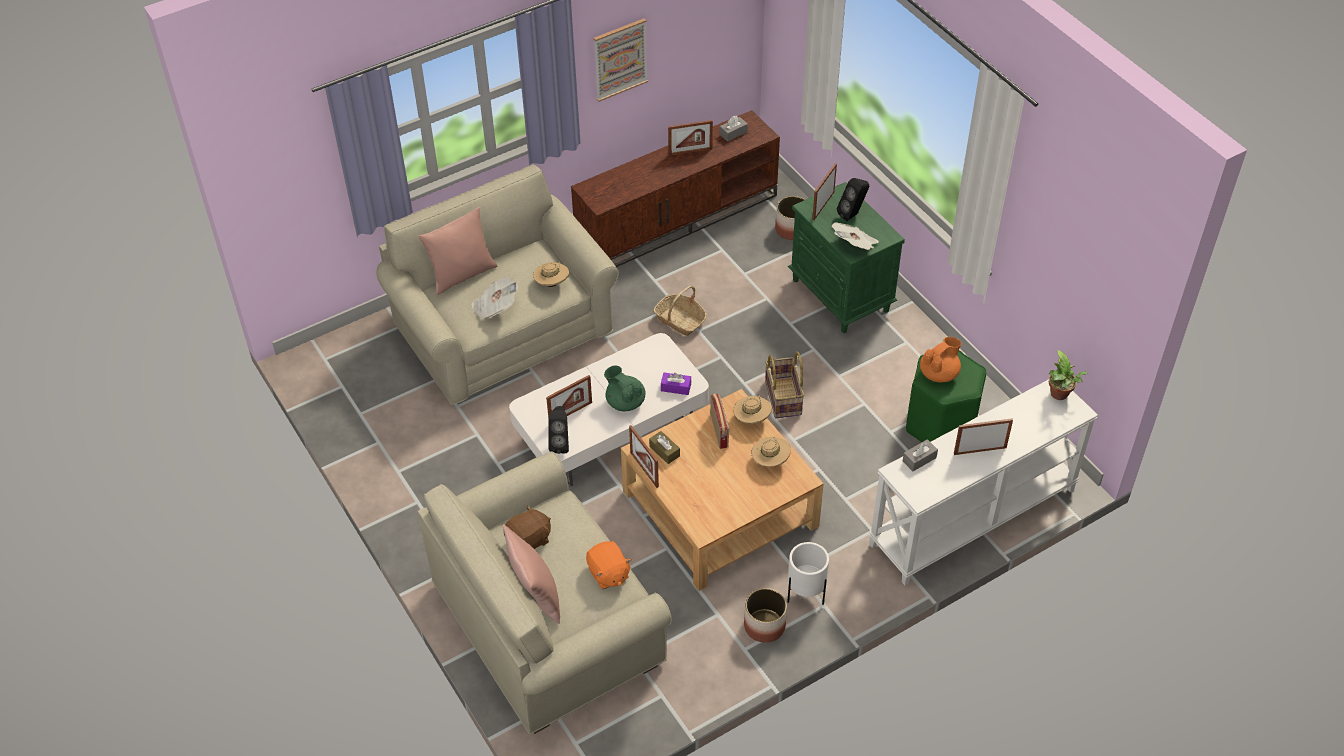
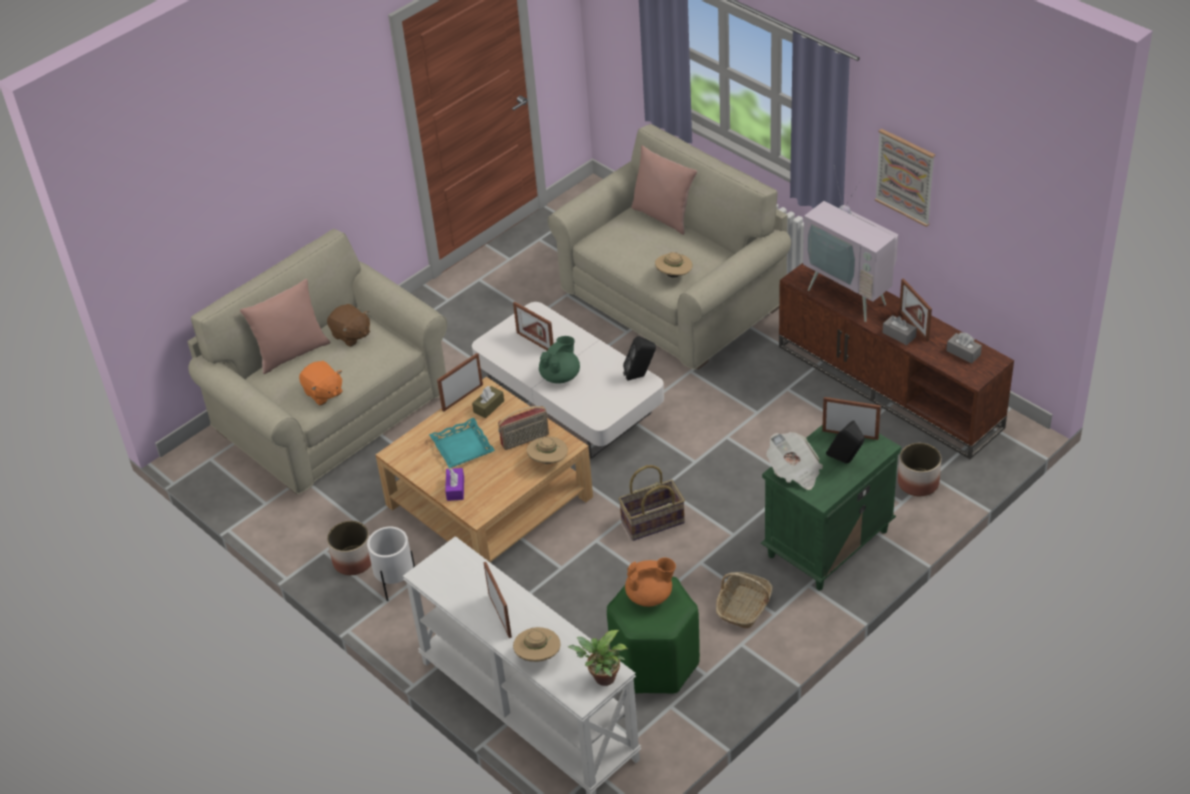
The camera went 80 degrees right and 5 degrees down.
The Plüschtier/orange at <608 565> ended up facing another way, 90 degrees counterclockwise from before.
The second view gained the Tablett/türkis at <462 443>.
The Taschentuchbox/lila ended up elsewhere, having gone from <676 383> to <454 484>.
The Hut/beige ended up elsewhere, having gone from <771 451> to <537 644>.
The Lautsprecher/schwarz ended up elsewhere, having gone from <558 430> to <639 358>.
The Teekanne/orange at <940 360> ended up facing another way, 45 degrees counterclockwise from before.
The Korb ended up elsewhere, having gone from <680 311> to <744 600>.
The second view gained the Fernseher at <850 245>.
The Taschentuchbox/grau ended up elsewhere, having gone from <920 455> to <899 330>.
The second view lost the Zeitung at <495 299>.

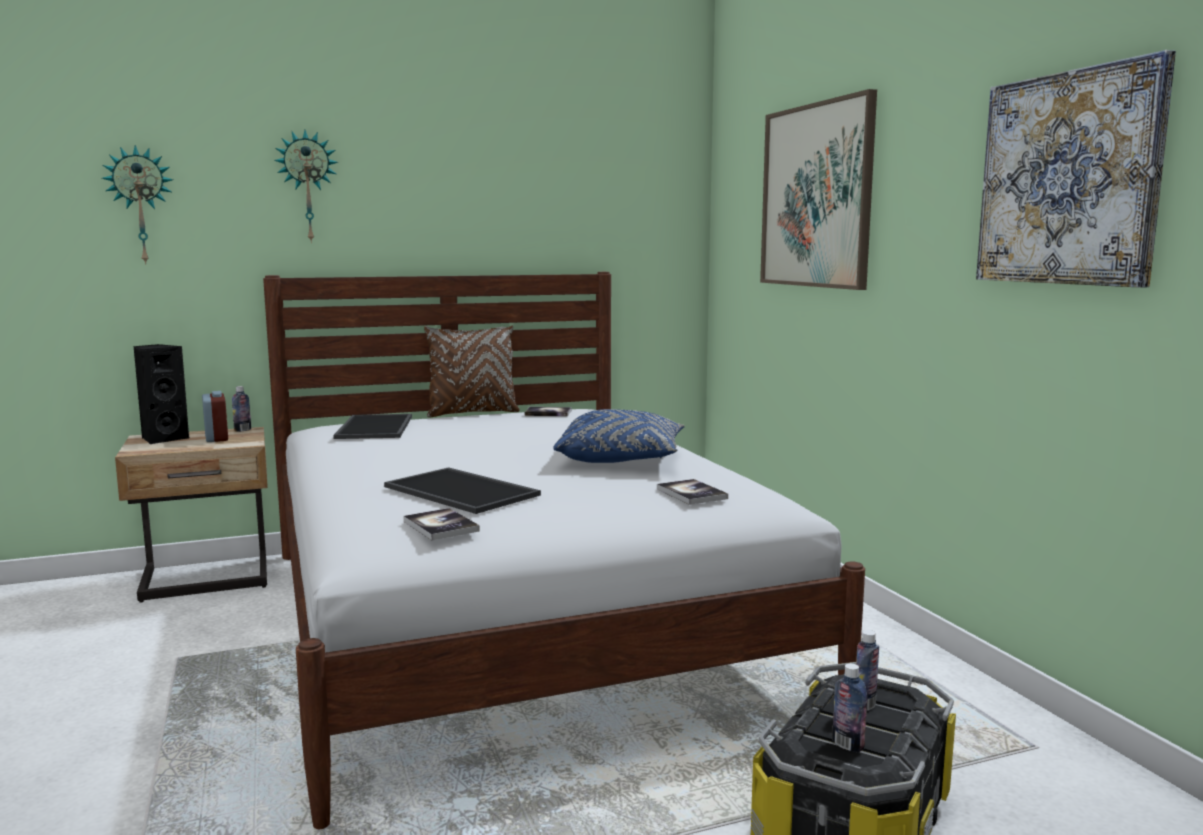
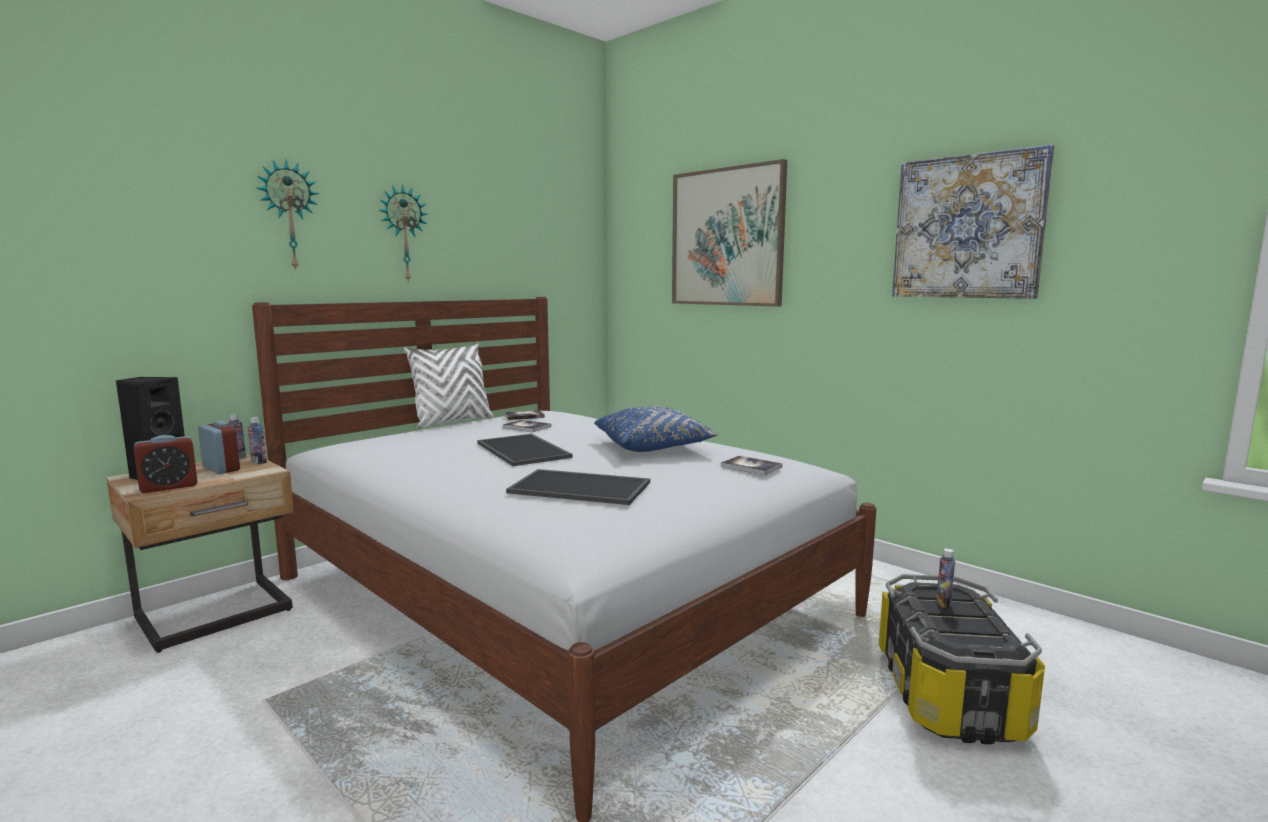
The camera went 25 degrees left and 0 degrees up.
The second view gained the Wecker at <166 464>.
The Flasche ended up elsewhere, having gone from <849 708> to <257 440>.
The Wanduhr ended up elsewhere, having gone from <137 205> to <403 233>.
What was the Kissen/braun at <472 371> turned into the Kissen/weiß at <449 386>.
The Tablett ended up elsewhere, having gone from <372 426> to <525 450>.
The Buch ended up elsewhere, having gone from <442 524> to <527 426>.

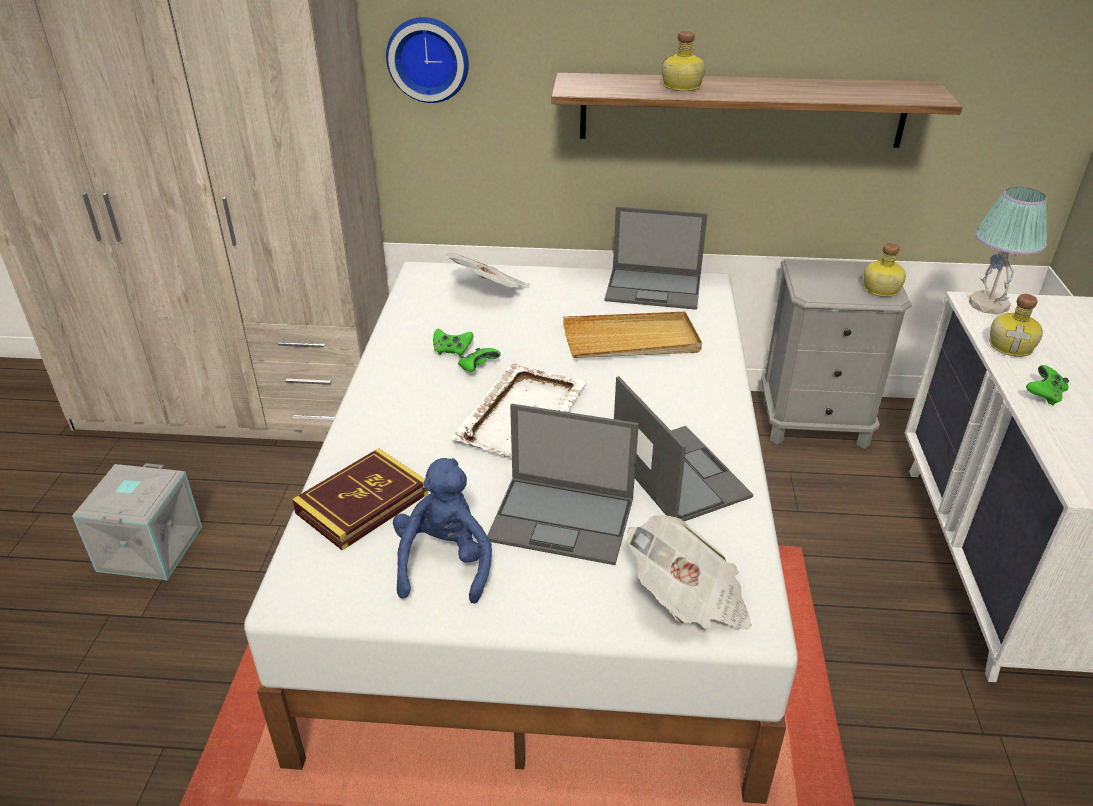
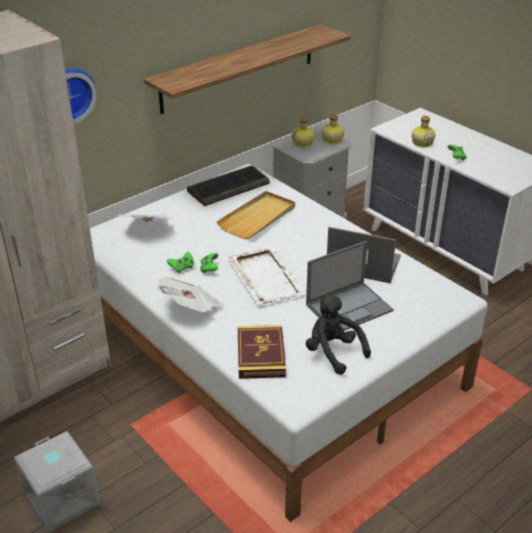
The camera went 45 degrees left and 0 degrees up.
The Zeitung ended up elsewhere, having gone from <689 572> to <190 295>.
Where the Laptop stood at <656 258>, the Tastatur came to stand at <228 185>.
The Flasche ended up elsewhere, having gone from <683 61> to <303 132>.
What was the Plüschtier/blau at <442 531> turned into the Plüschtier/schwarz at <338 335>.
The second view lost the Tischlampe at <1008 251>.

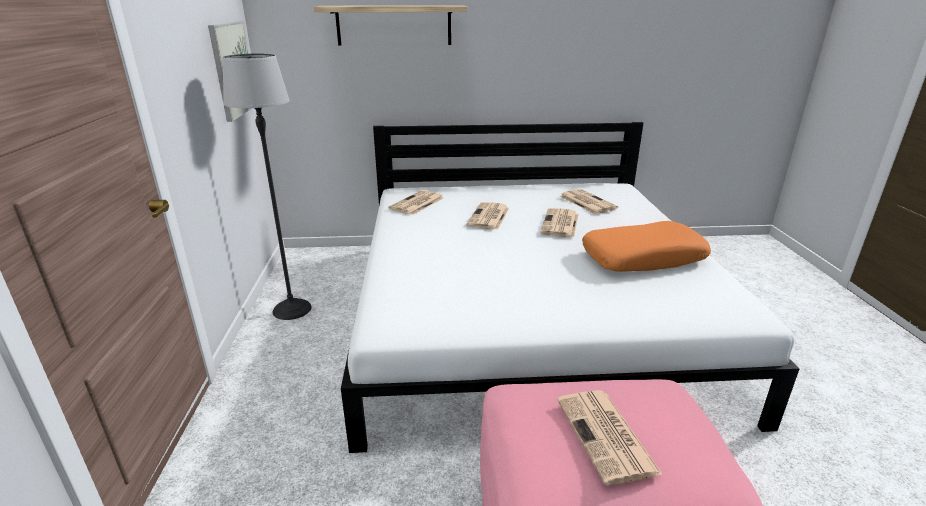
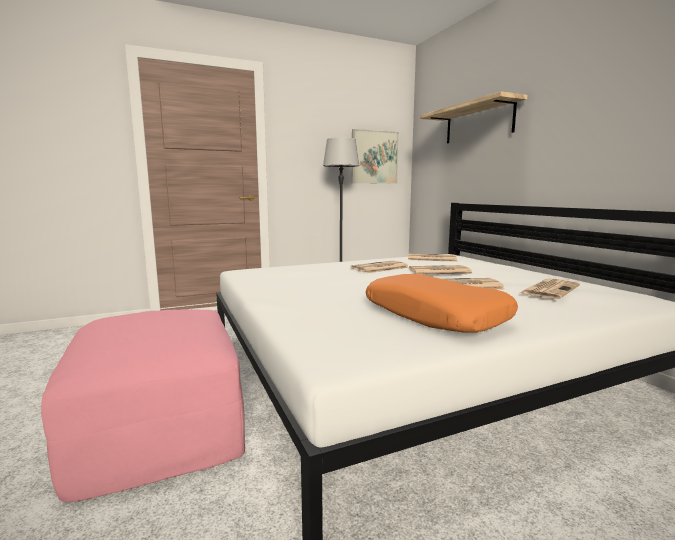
The camera went 70 degrees right and 15 degrees down.
The Zeitung ended up elsewhere, having gone from <610 437> to <379 266>.

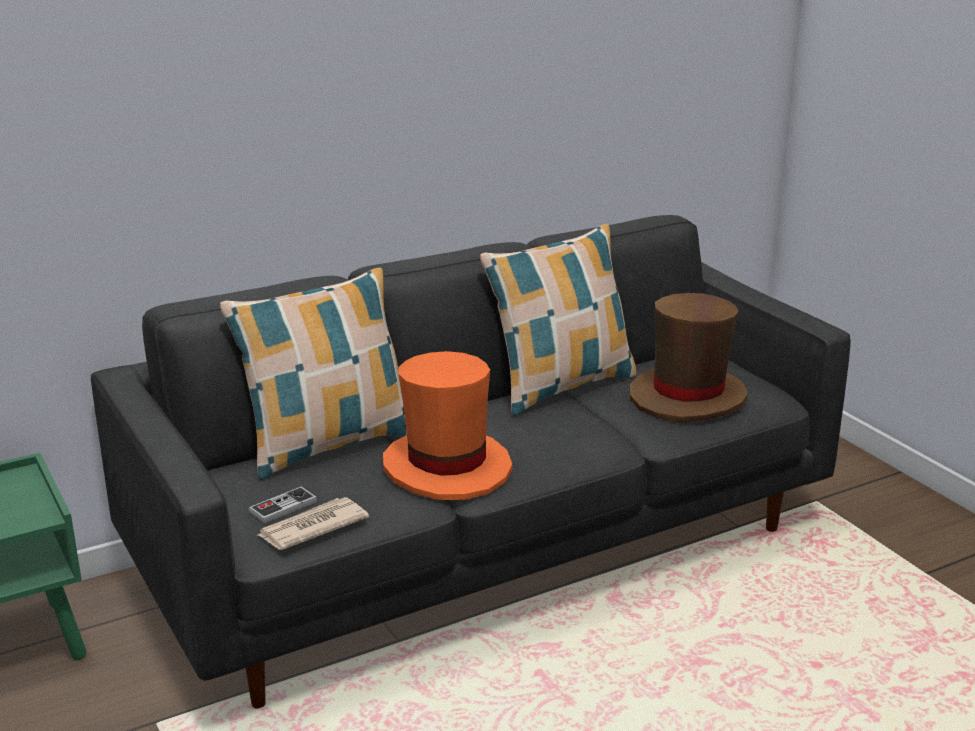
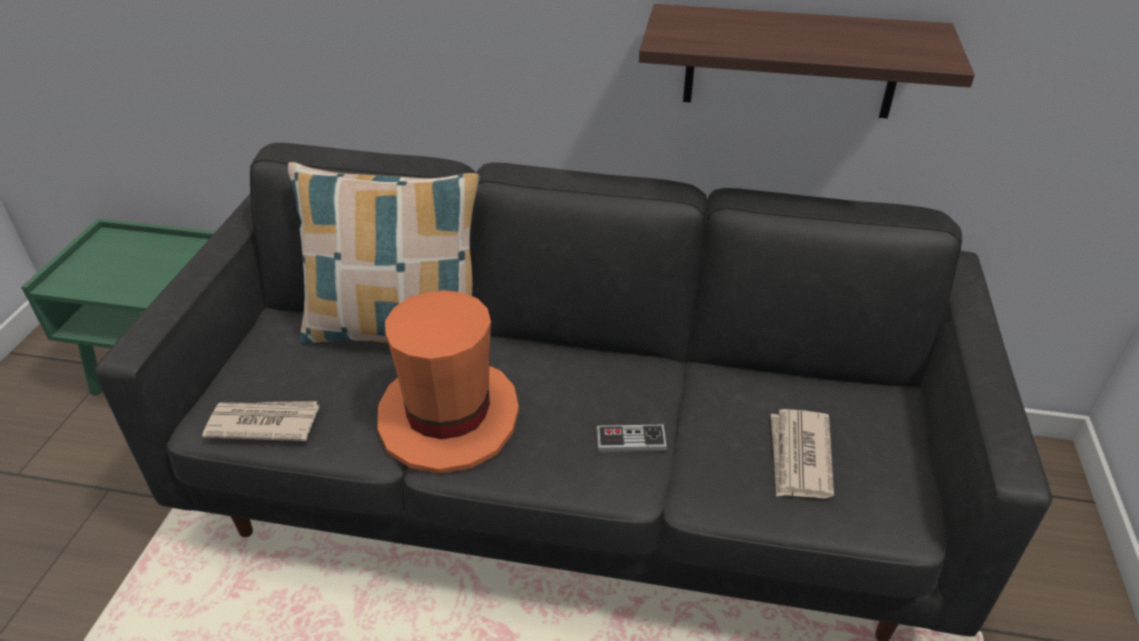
The camera went 40 degrees right and 15 degrees up.
The Gamepad ended up elsewhere, having gone from <283 504> to <631 438>.
The second view gained the Wandregal at <807 61>.
Where the Hut/braun stood at <689 357>, the Zeitung came to stand at <802 453>.
The second view lost the Kissen at <558 320>.

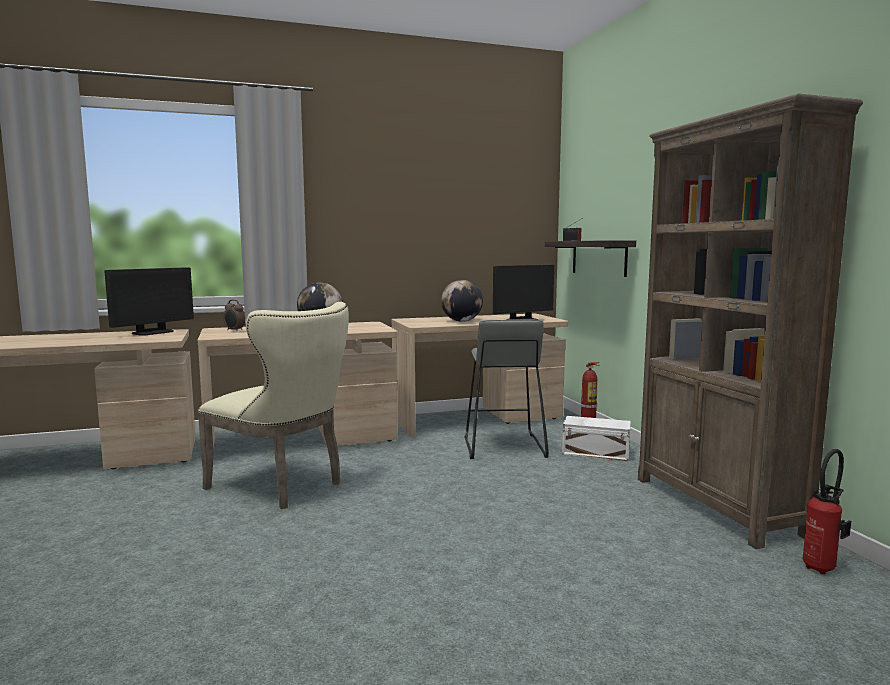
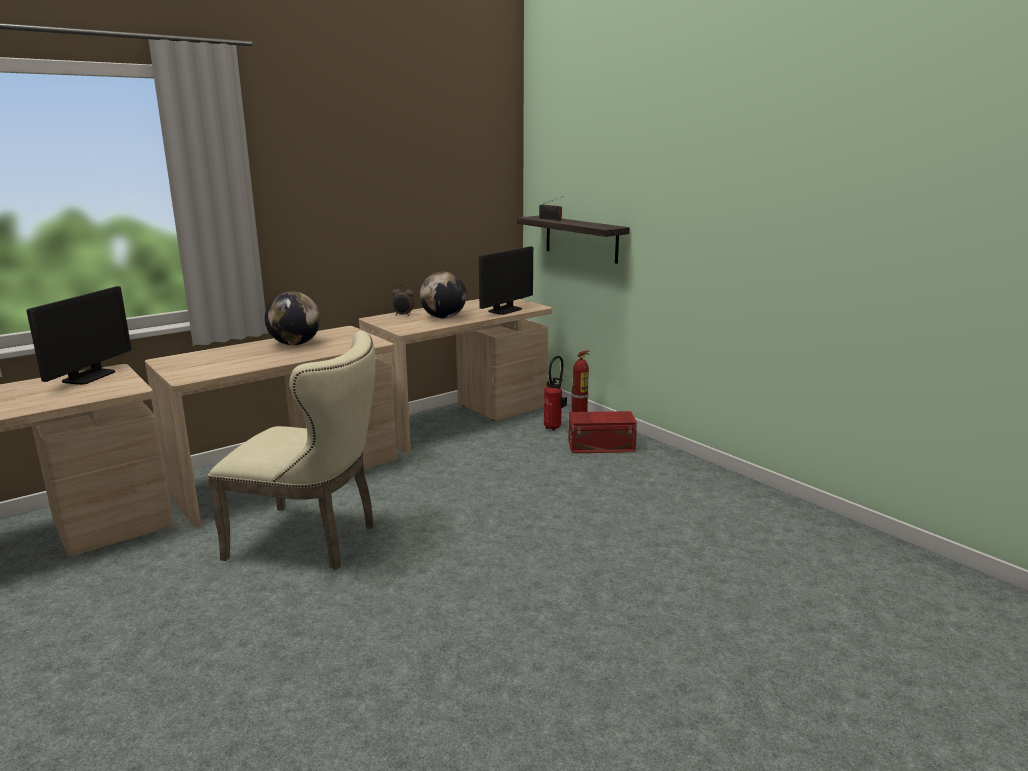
The camera went 20 degrees left and 10 degrees up.
The Wecker ended up elsewhere, having gone from <234 316> to <403 300>.
The Feuerlöscher ended up elsewhere, having gone from <827 511> to <555 393>.
What was the Aufbewahrungsbox/weiß at <596 438> turned into the Aufbewahrungsbox/rot at <602 432>.
The second view lost the Hocker/grau at <507 389>.
The second view lost the Bücherregal/braun at <750 321>.

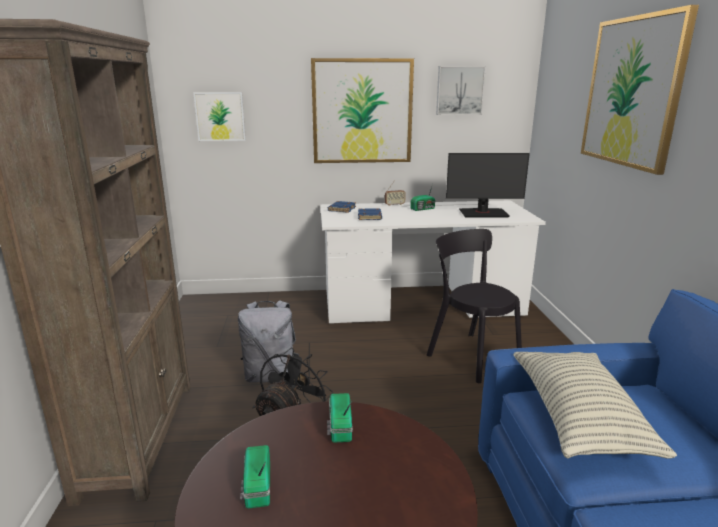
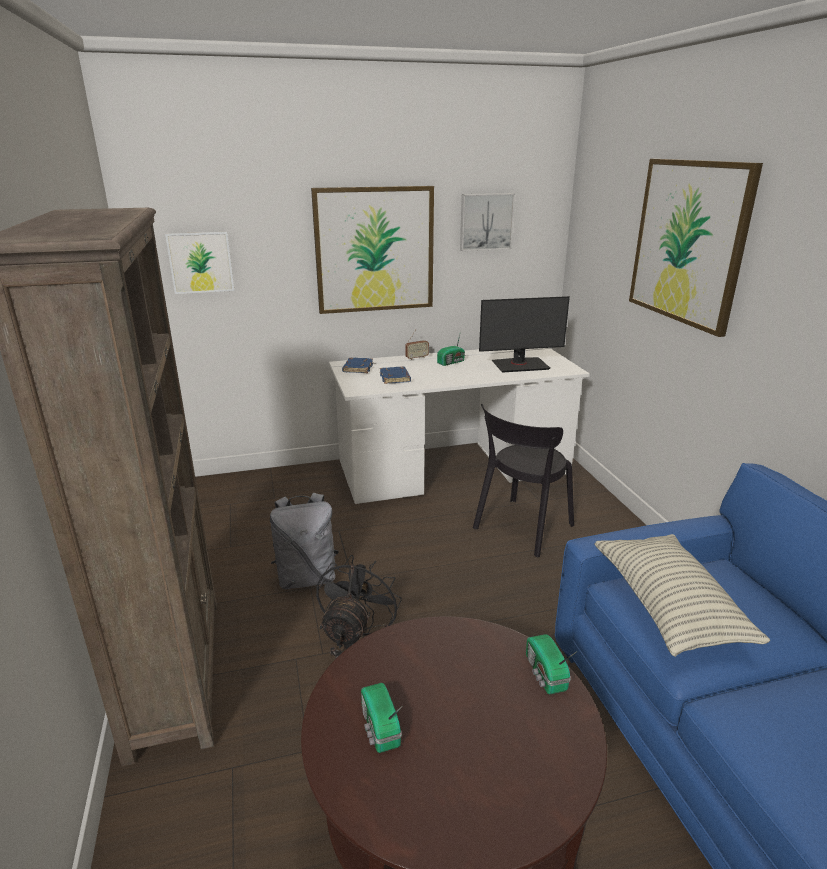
The camera went 10 degrees left and 5 degrees up.
The Stuhl/schwarz at <474 306> ended up facing another way, 90 degrees counterclockwise from before.
The Radio ended up elsewhere, having gone from <340 418> to <551 664>.

